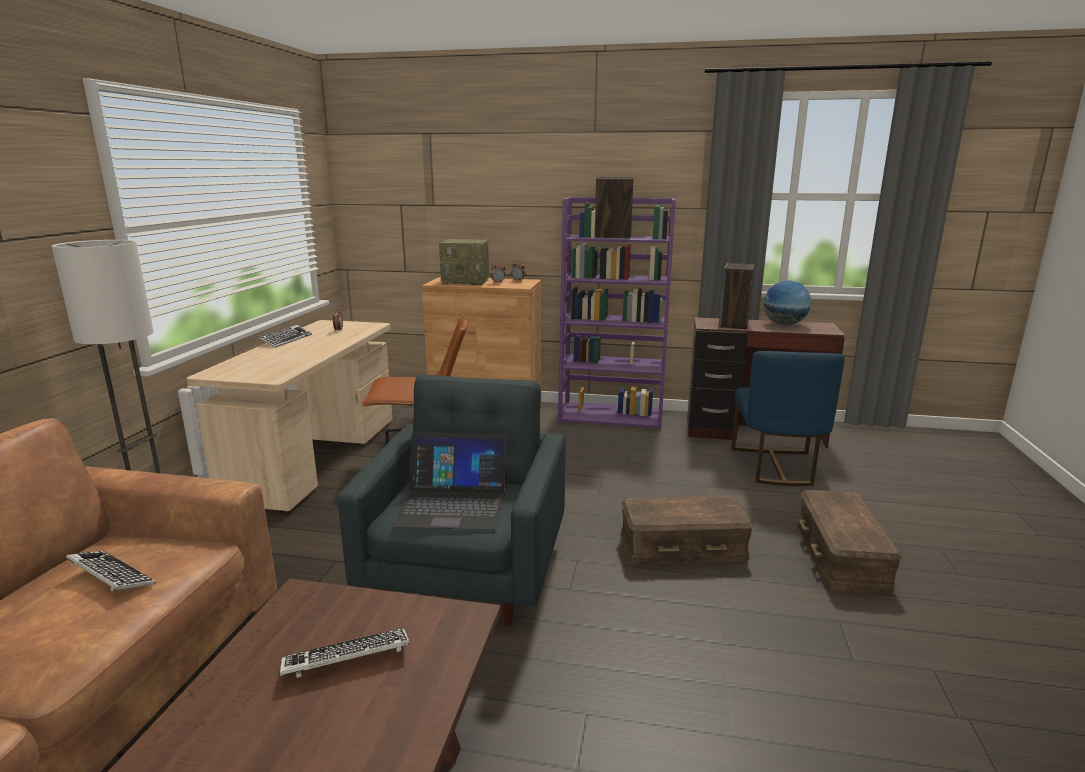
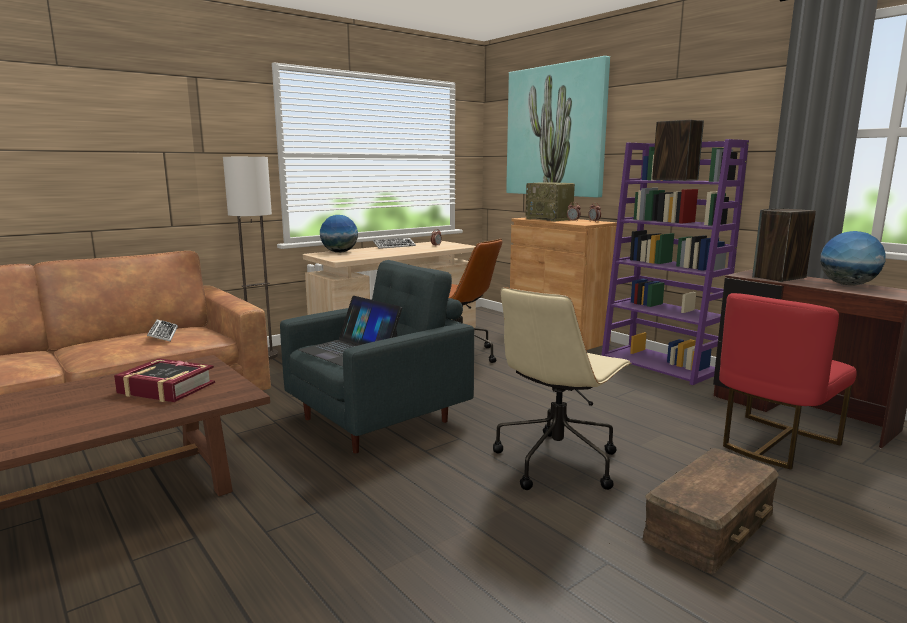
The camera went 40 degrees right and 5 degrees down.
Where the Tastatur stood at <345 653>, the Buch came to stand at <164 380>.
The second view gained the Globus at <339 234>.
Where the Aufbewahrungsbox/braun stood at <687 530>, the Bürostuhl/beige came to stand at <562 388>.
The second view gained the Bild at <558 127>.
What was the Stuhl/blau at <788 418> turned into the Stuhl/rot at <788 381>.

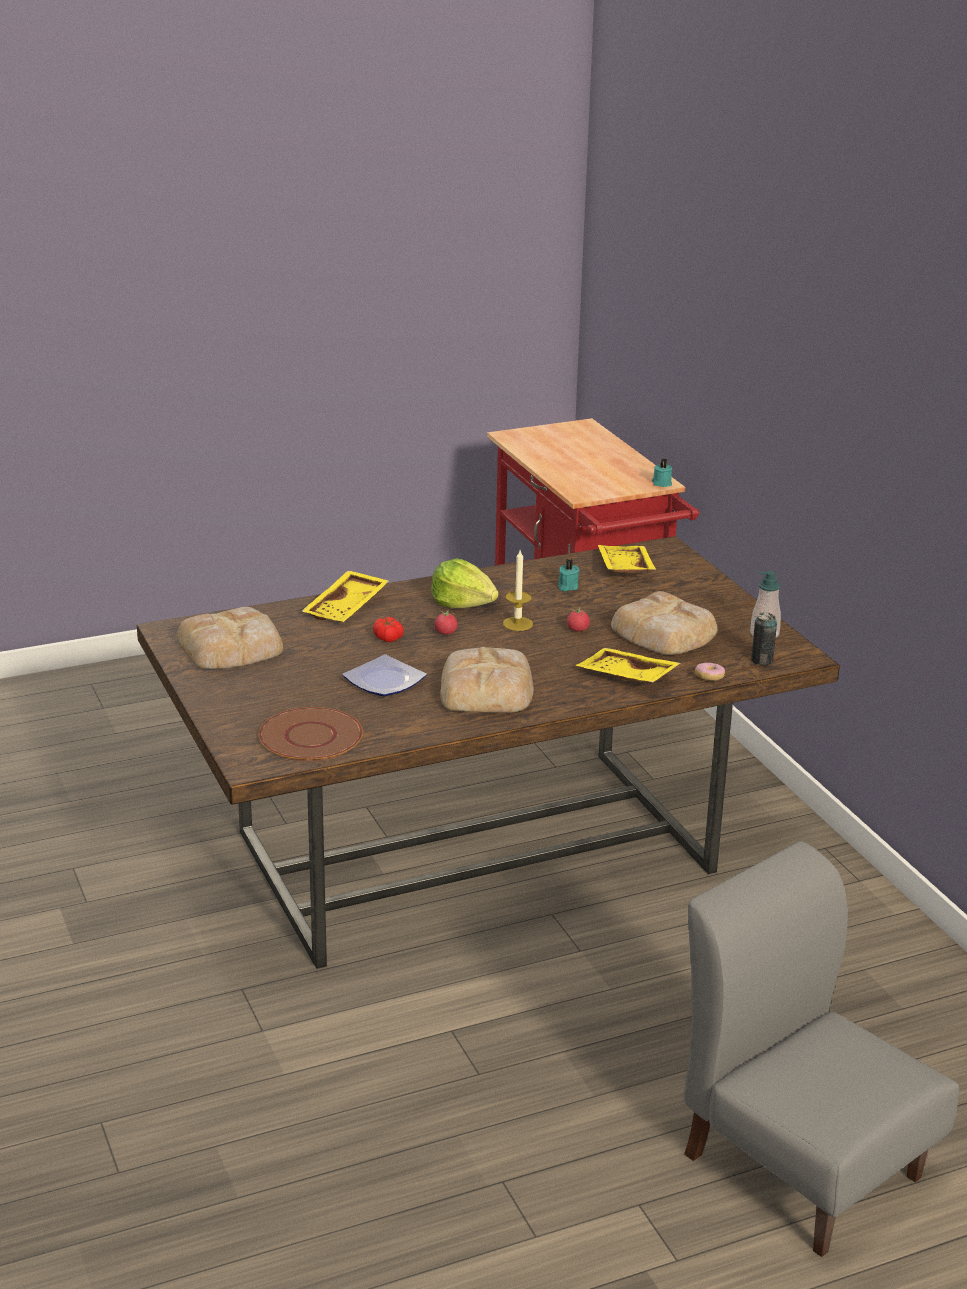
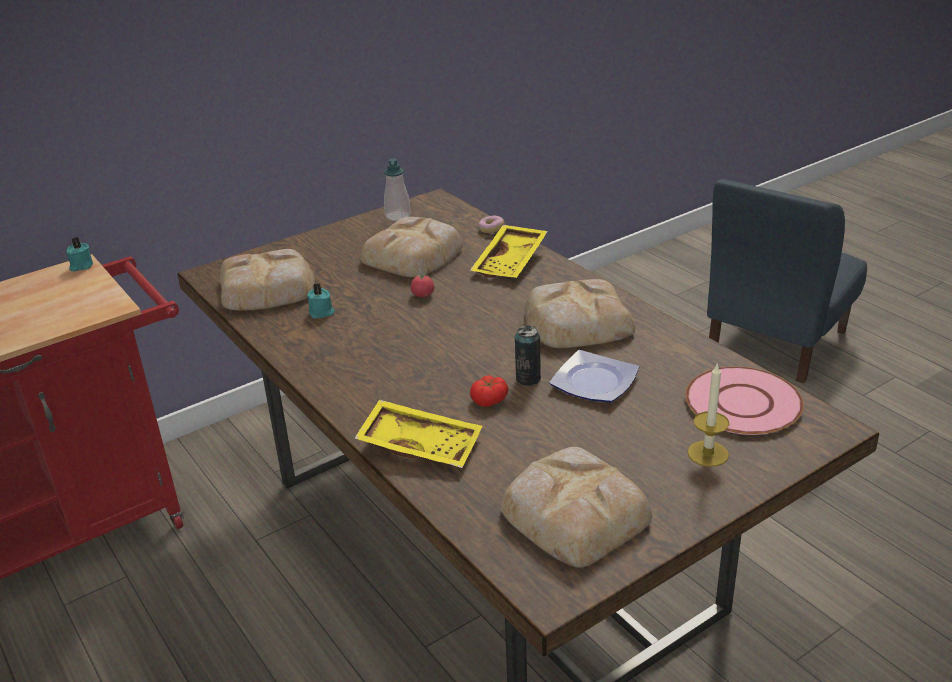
The camera went 100 degrees left and 5 degrees up.
Where the Tablett/gelb stood at <627 559>, the Brot came to stand at <267 280>.
The Dose ended up elsewhere, having gone from <764 638> to <528 356>.
What was the Teller/braun at <311 734> turned into the Teller/rosa at <745 401>.
The Kerze ended up elsewhere, having gone from <518 590> to <708 415>.
What was the Stuhl/grau at <821 1049> turned into the Stuhl/blau at <787 281>.
The second view lost the Salatkopf at <465 583>.
The second view lost the Tomate at <446 623>.

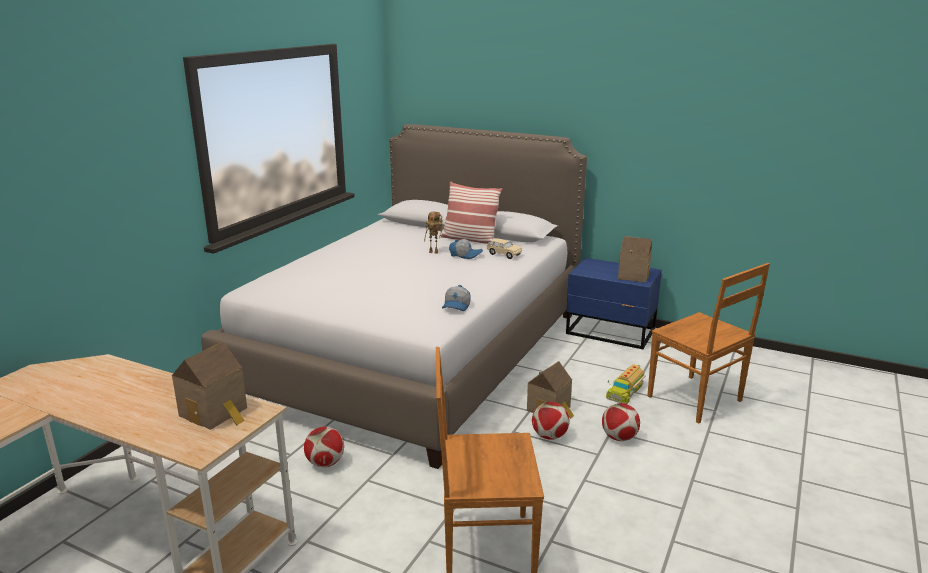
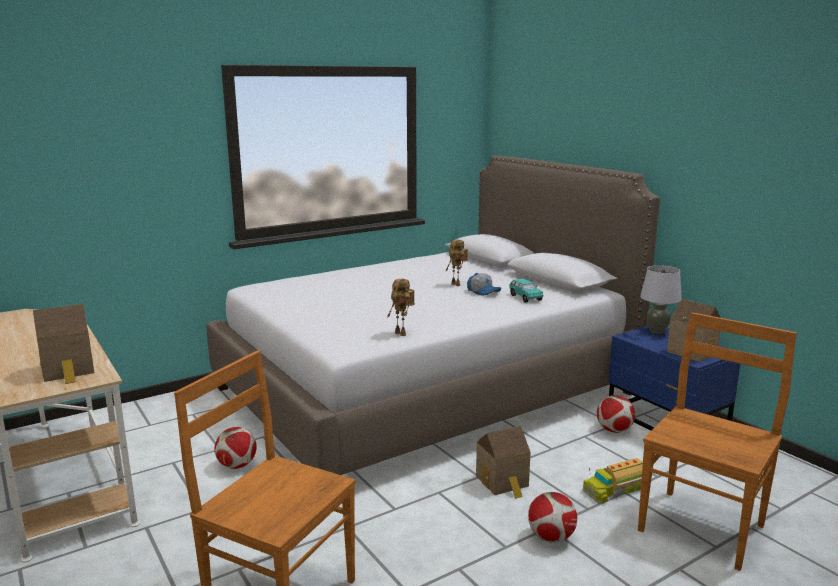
The camera went 30 degrees right and 5 degrees down.
Where the Kappe stood at <456 298>, the Spielzeugroboter came to stand at <401 307>.
What was the Spielzeugauto/beige at <504 248> turned into the Spielzeugauto/türkis at <526 291>.
The Fußball ended up elsewhere, having gone from <551 421> to <616 414>.
The Stuhl/braun at <708 343> ended up facing another way, 135 degrees counterclockwise from before.
The second view gained the Tischlampe/grau at <661 299>.
The second view lost the Kissen at <471 212>.

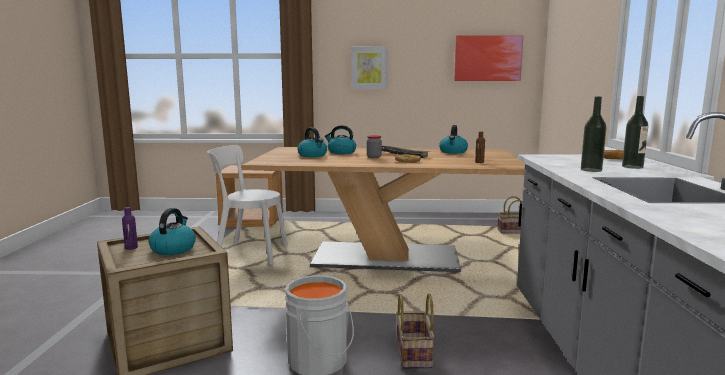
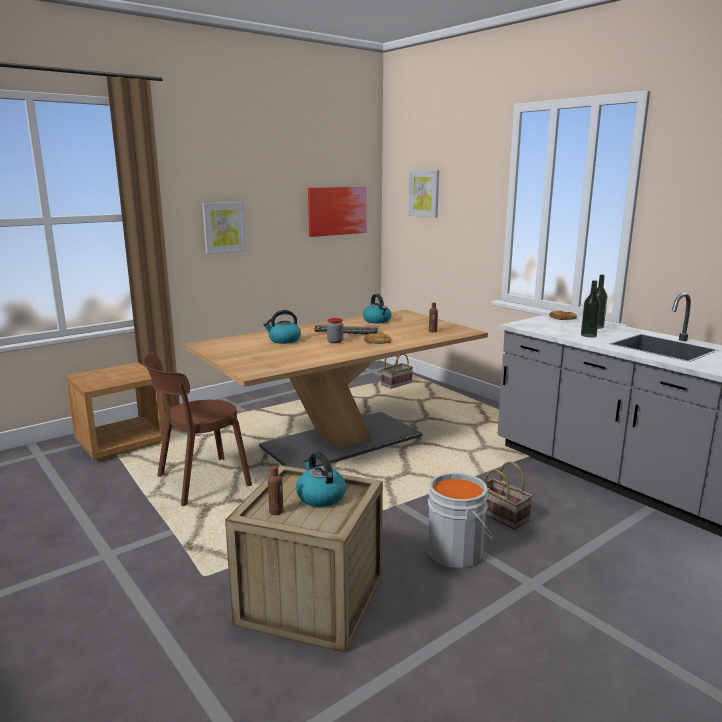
The camera went 40 degrees left and 5 degrees up.
What was the Stuhl/weiß at <247 204> turned into the Stuhl/braun at <197 429>.
What was the Flasche/lila at <130 228> turned into the Flasche/braun at <275 490>.
The second view gained the Bild at <424 194>.
The second view lost the Wasserkessel at <312 142>.

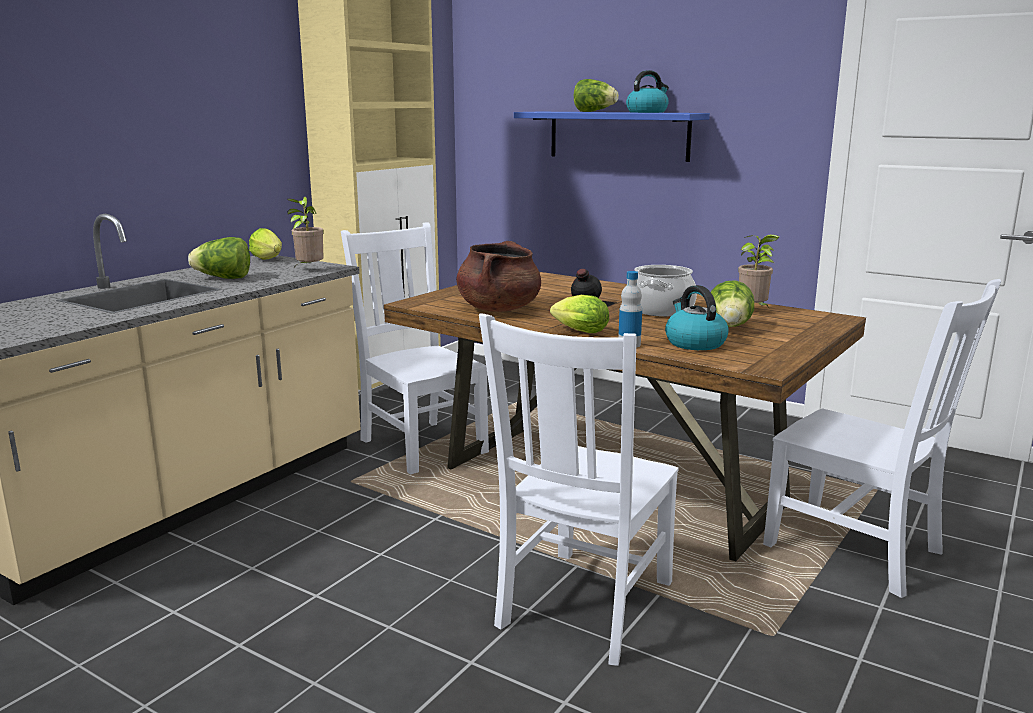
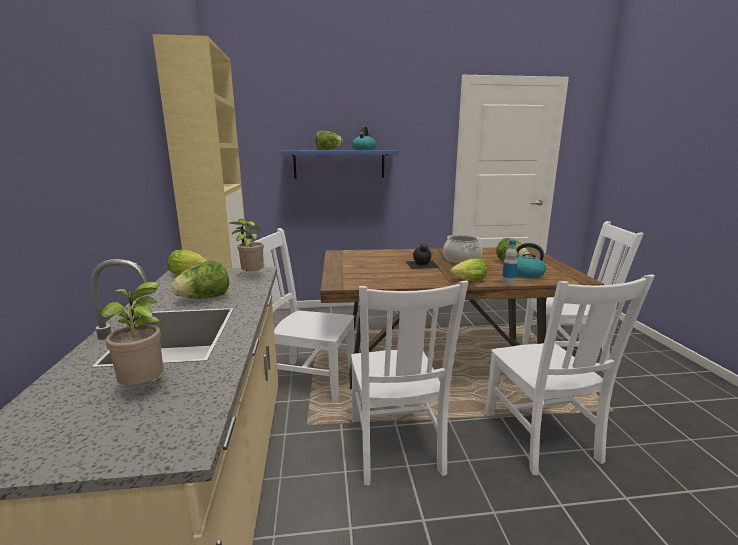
The camera went 40 degrees left and 0 degrees up.
The Topfpflanze ended up elsewhere, having gone from <758 270> to <134 333>.
The second view gained the Stuhl/weiß at <409 383>.
The second view lost the Kochtopf/braun at <498 276>.

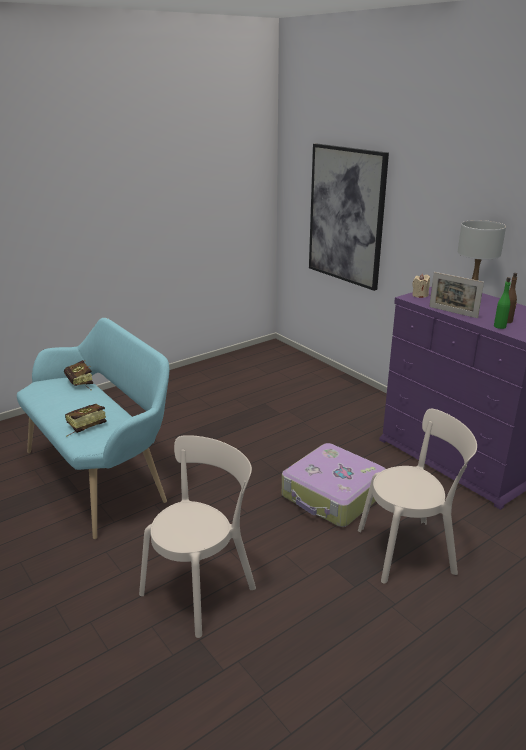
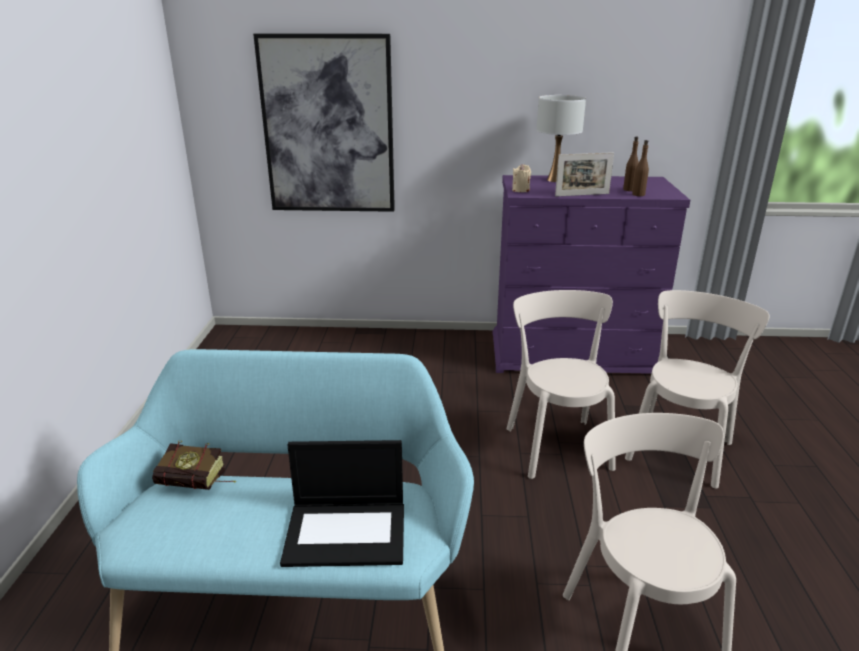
The camera went 50 degrees left and 0 degrees up.
Where the Buch stood at <86 420>, the Laptop came to stand at <342 503>.
Where the Koffer stood at <334 485>, the Stuhl/beige came to stand at <561 384>.
What was the Flasche/grün at <502 303> turned into the Flasche/braun at <640 168>.

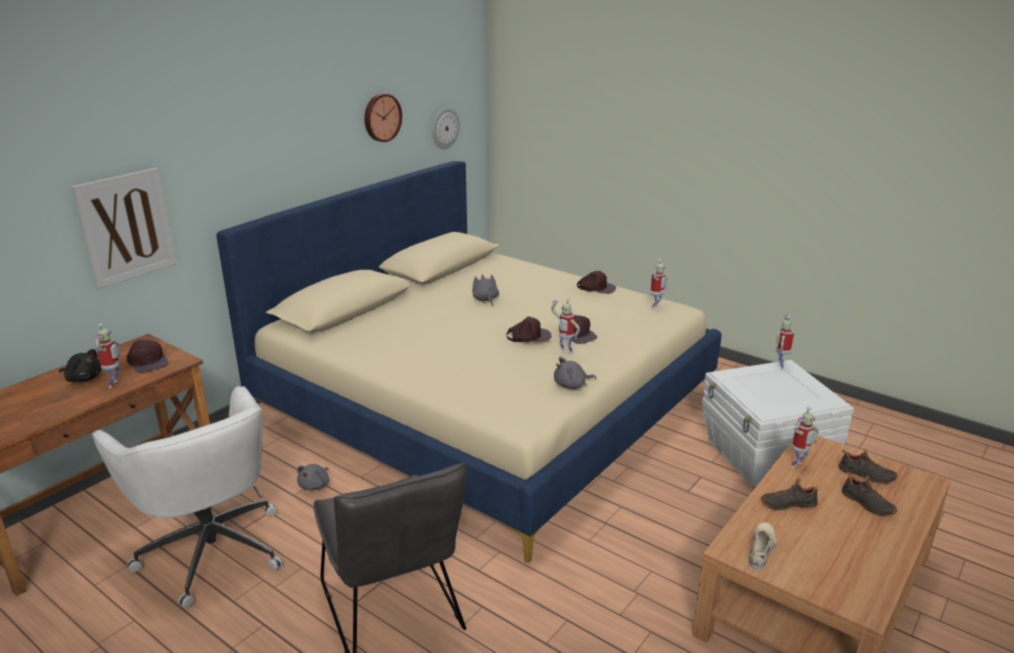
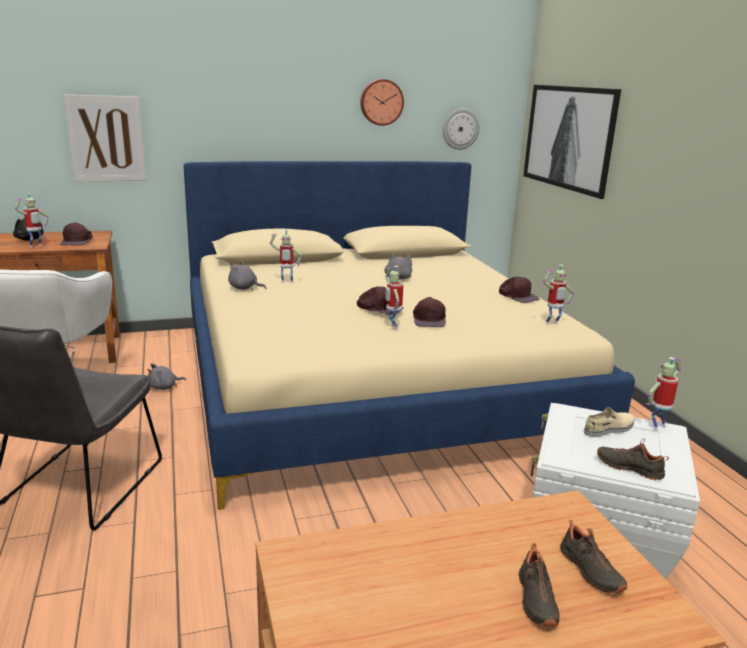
The camera went 35 degrees right and 5 degrees down.
The Plüschtier/grau ended up elsewhere, having gone from <575 373> to <247 275>.
The Spielzeugroboter ended up elsewhere, having gone from <804 437> to <286 256>.
The second view gained the Bild at <572 142>.
The Schuh/beige ended up elsewhere, having gone from <762 545> to <609 422>.
The Schuh/schwarz ended up elsewhere, having gone from <790 494> to <633 459>.

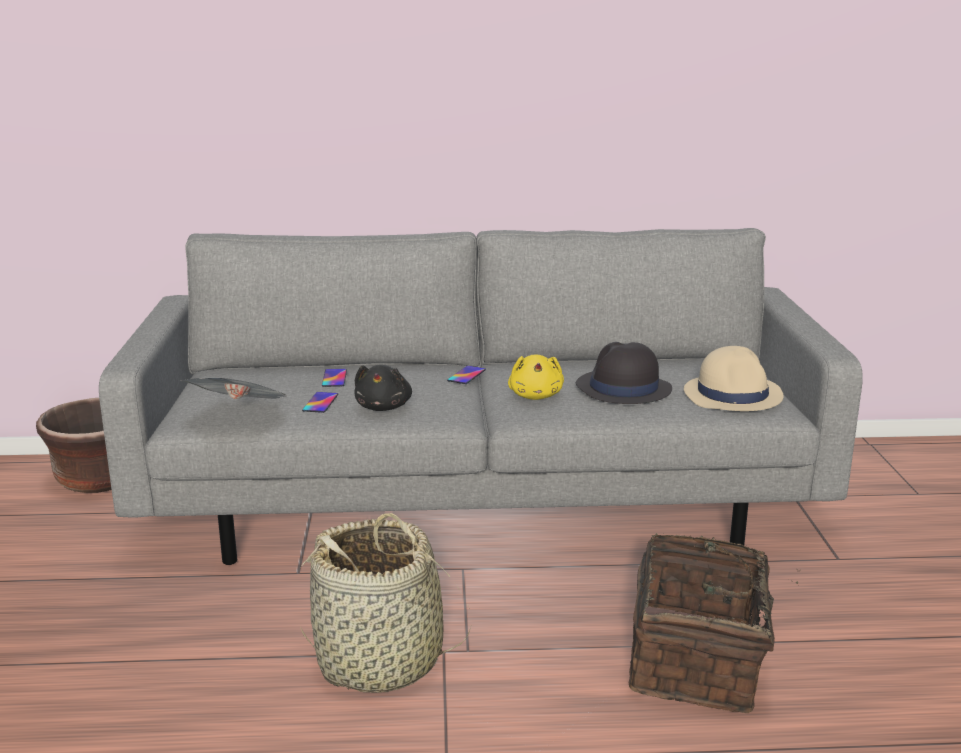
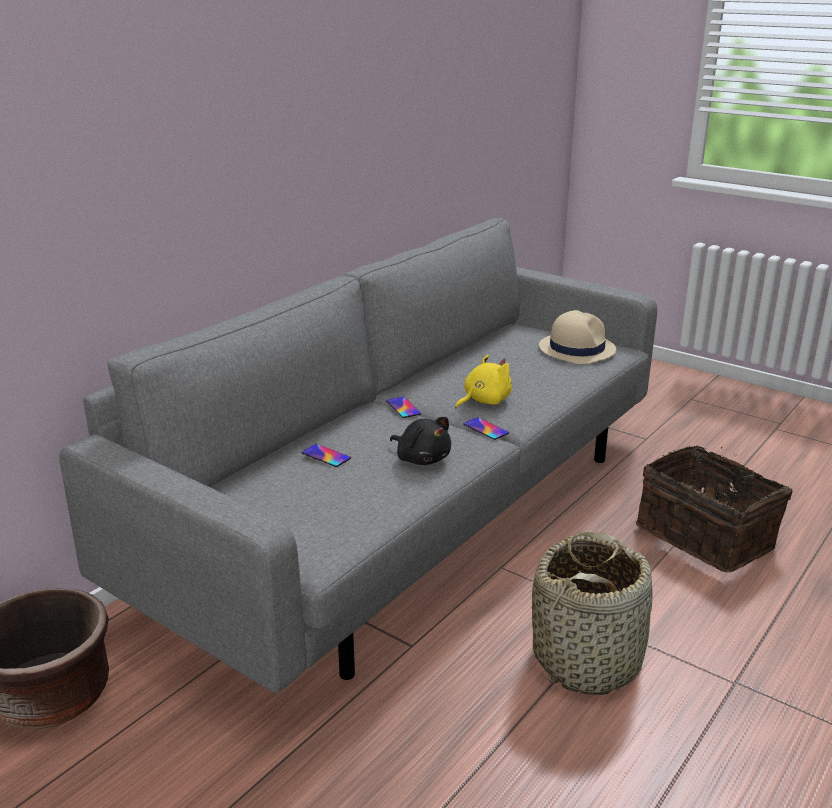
The camera went 50 degrees left and 5 degrees up.
The Plüschtier/gelb at <536 377> ended up facing another way, 75 degrees counterclockwise from before.
The Handy ended up elsewhere, having gone from <320 402> to <486 428>.
The second view lost the Zeitung at <233 388>.
The second view lost the Hut/schwarz at <624 373>.

